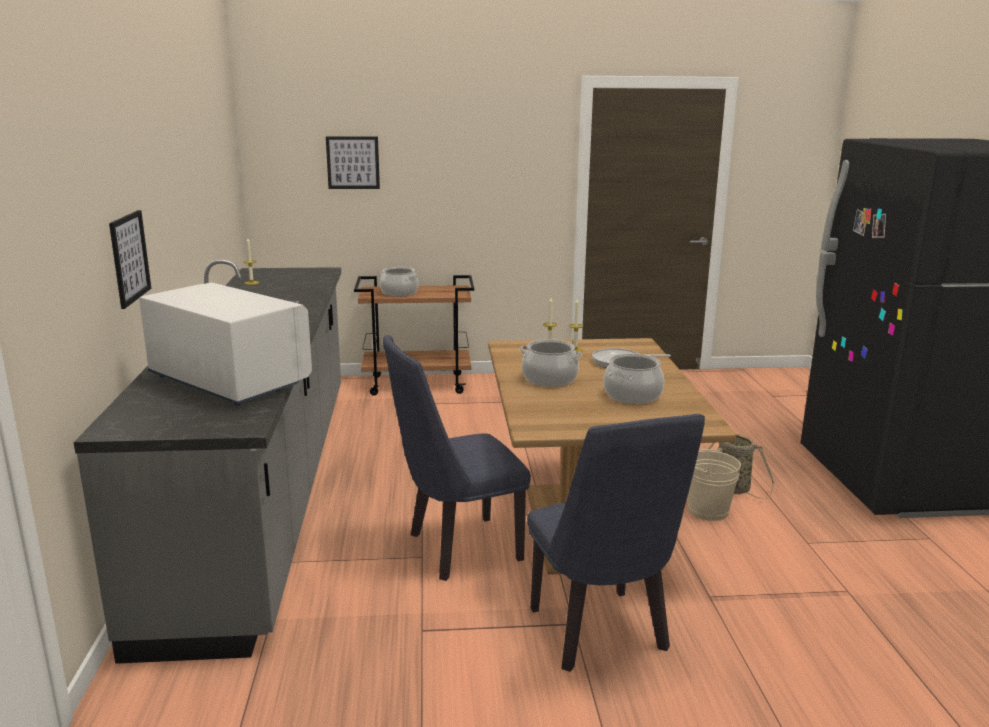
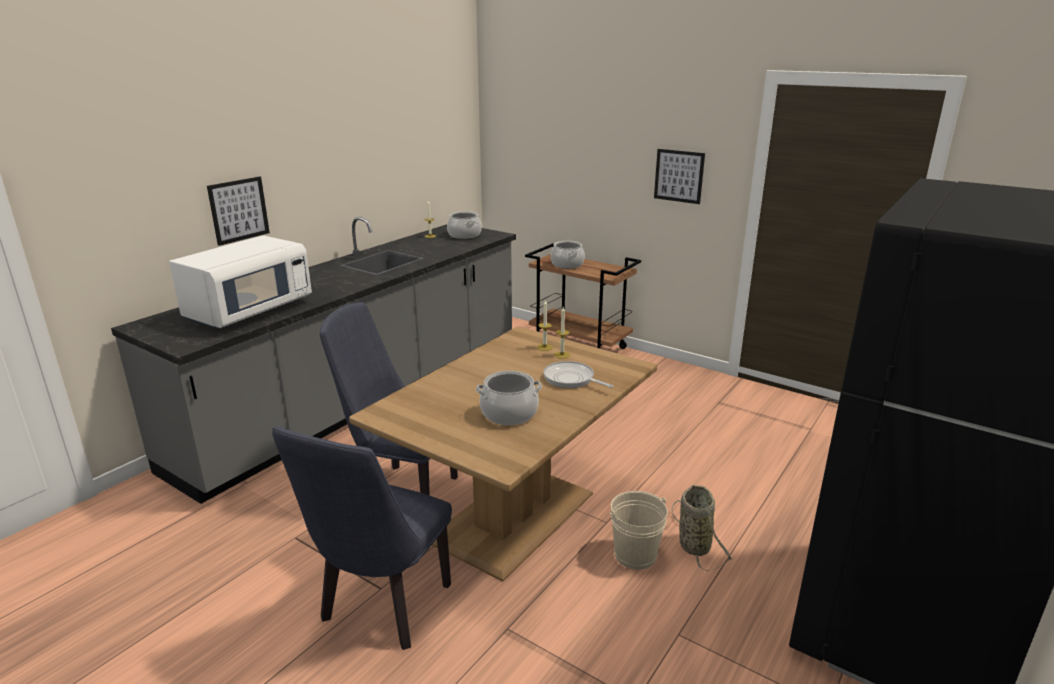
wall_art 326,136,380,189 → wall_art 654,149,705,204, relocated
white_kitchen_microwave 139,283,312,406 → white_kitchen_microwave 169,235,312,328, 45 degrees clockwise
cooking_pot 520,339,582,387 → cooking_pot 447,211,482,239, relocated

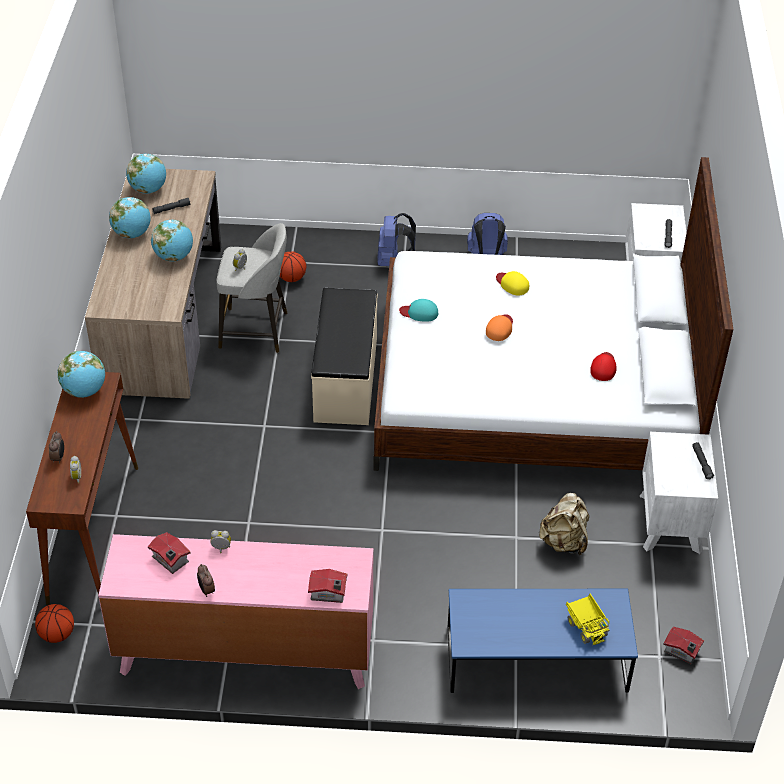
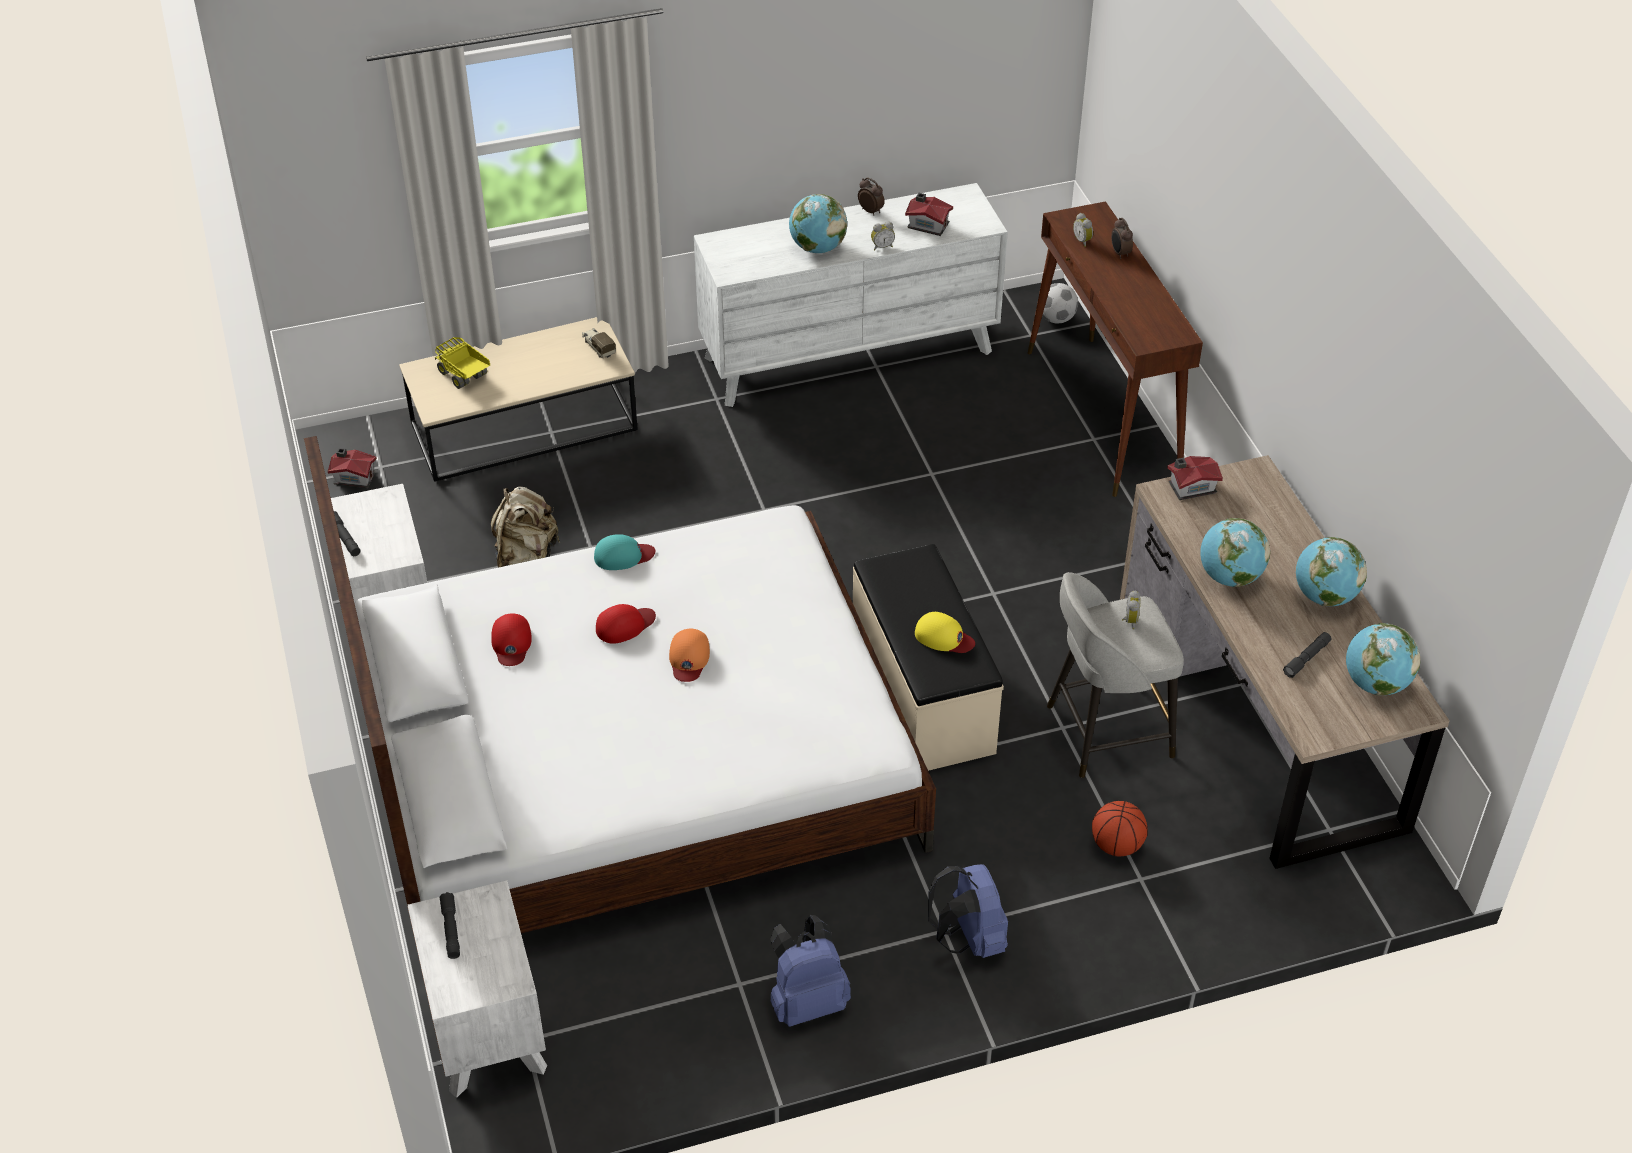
yellowish_baseball_cap 496,271,529,296 → yellowish_baseball_cap 915,612,975,653, relocated
turquoise-coloured_baseball_cap 399,299,438,322 → turquoise-coloured_baseball_cap 594,534,655,570, relocated
world_globe 58,351,105,398 → world_globe 789,194,847,253, relocated
pink_drawer_chest 98,534,373,689 → white_drawer_chest 694,183,1008,407
toy_house 308,569,347,603 → toy_house 1167,456,1223,500, relocated
bluish_coffee_table 448,589,638,693 → beige-coloured_coffee_table 399,317,638,482
ball_for_basketball 35,604,74,643 → football_ball 1042,283,1078,323
- → model_truck 582,328,616,358
- → red-coloured_baseball_cap 596,604,656,644

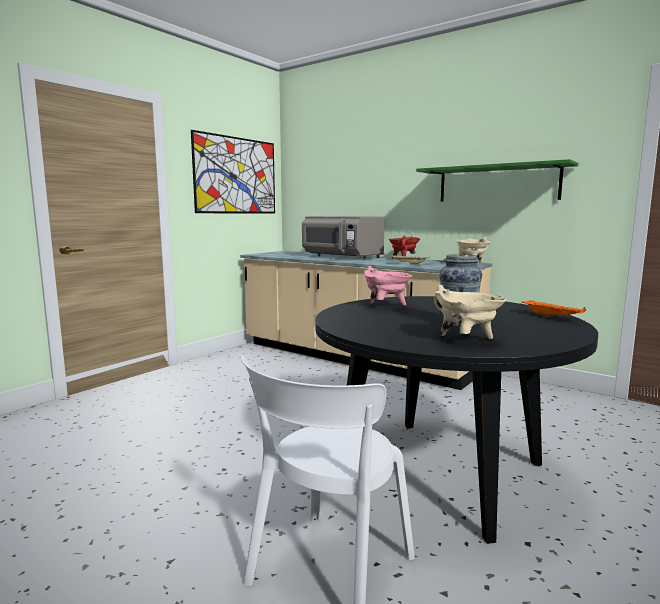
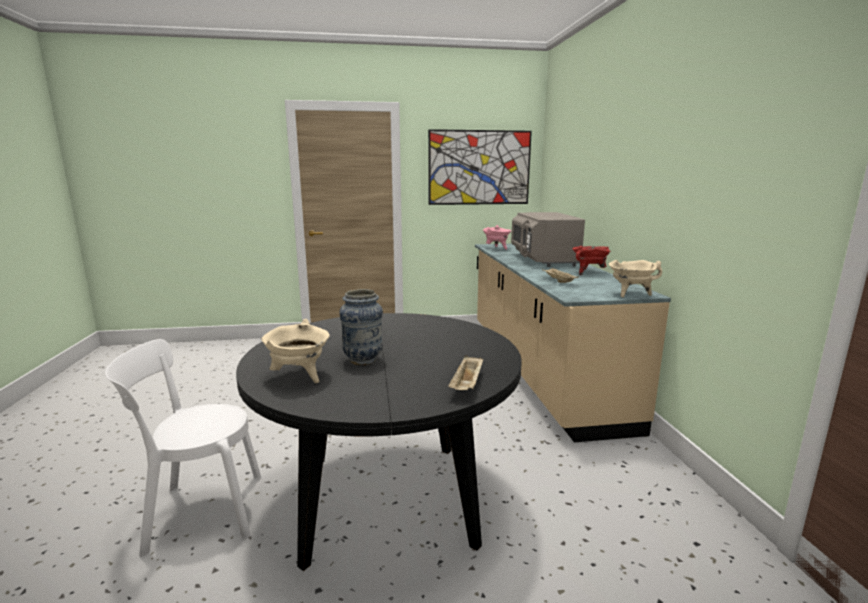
green_shelf 416,159,578,202 → -
pink_cooking_pot 363,266,412,306 → pink_cooking_pot 483,225,511,250, relocated
orange-coloured_tray 522,300,586,317 → beige-coloured_tray 448,355,483,390

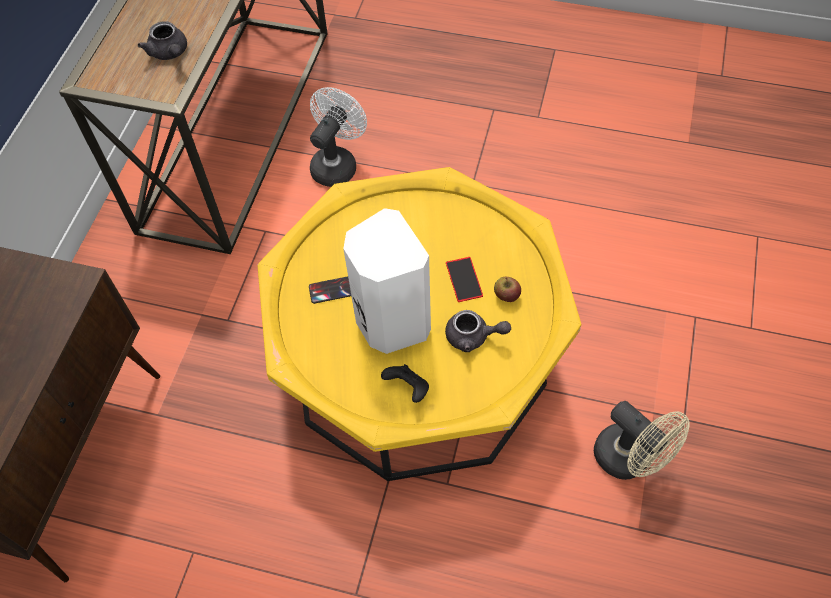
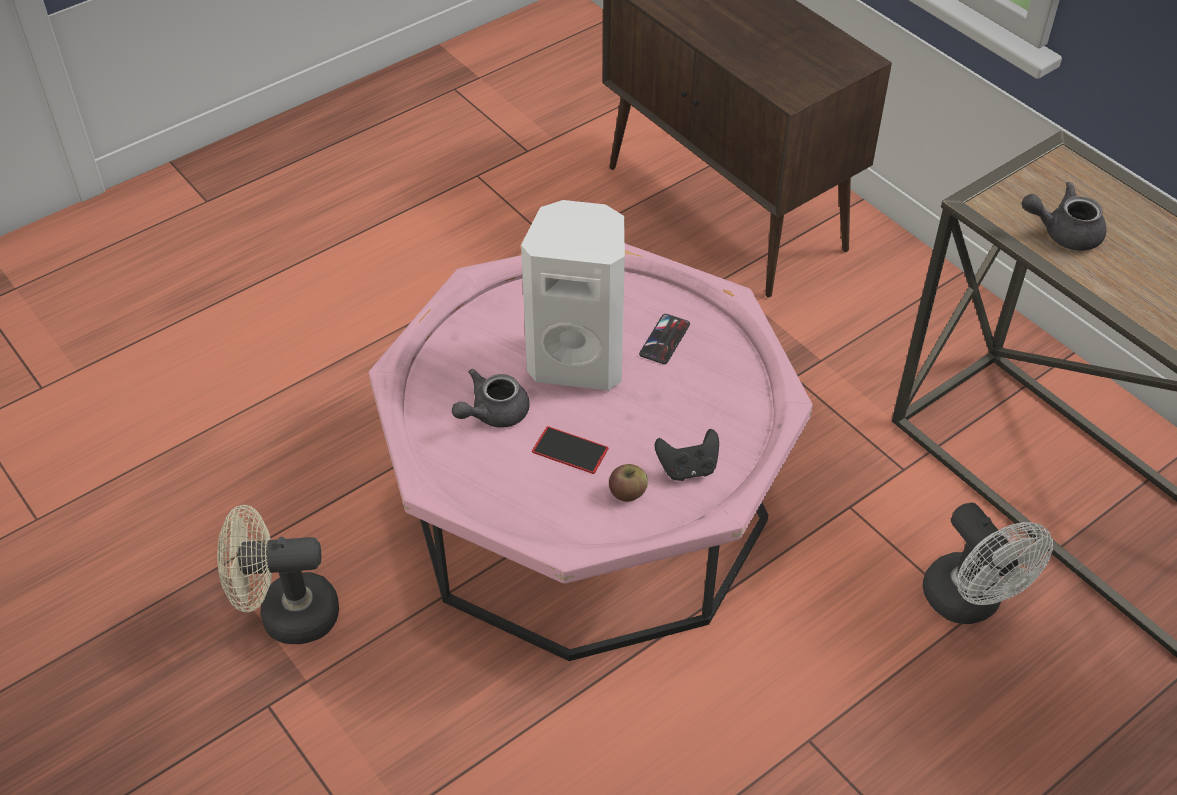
yellowish_coffee_table 258,167,581,481 → pink_coffee_table 369,243,813,661
whole_apple 494,277,521,302 → whole_apple 609,464,648,502, relocated
blackish_joypad 381,364,429,403 → blackish_joypad 655,429,719,481, relocated

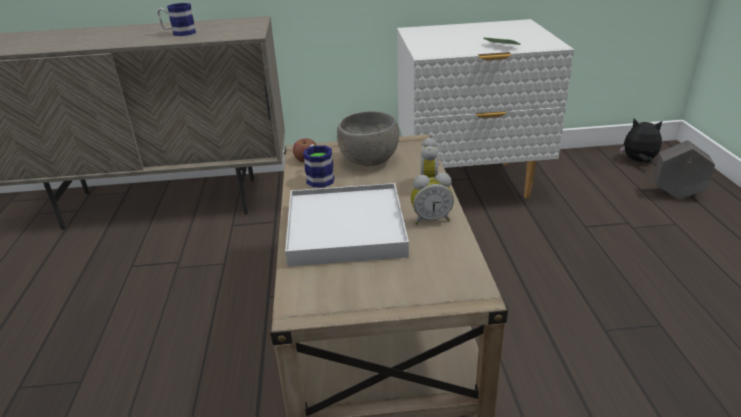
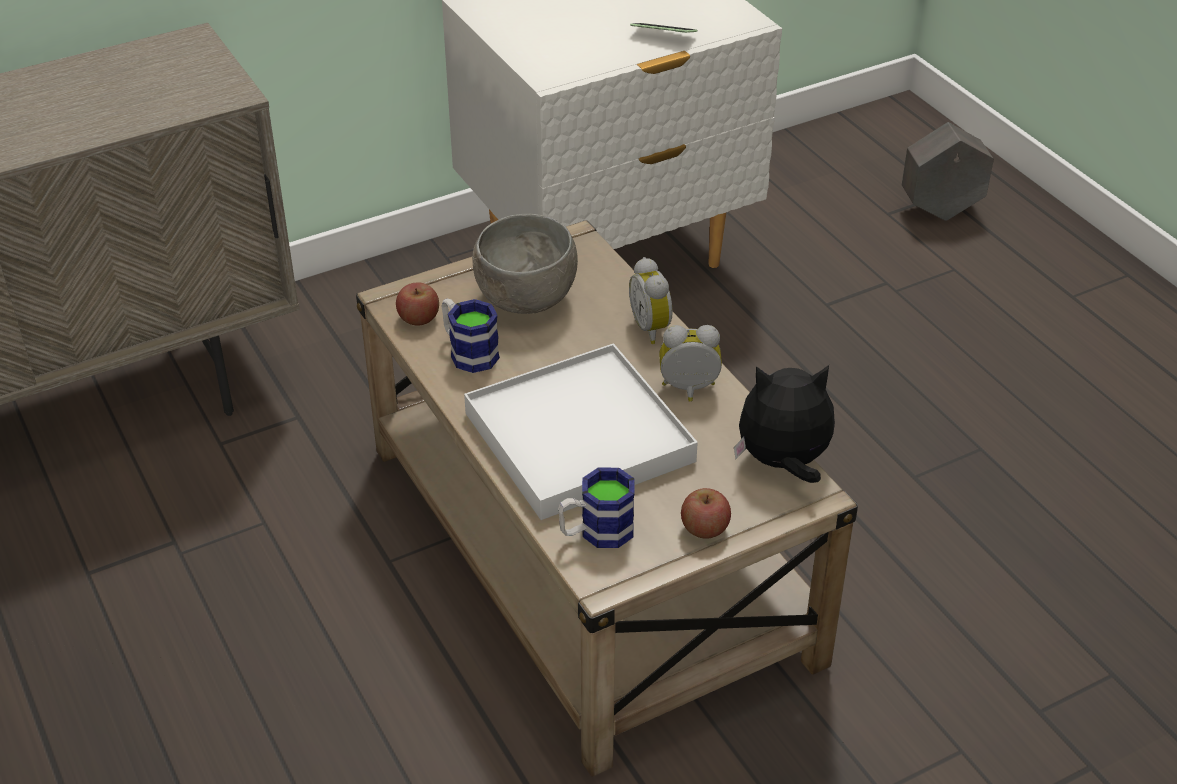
coffee_mug 157,3,196,36 → coffee_mug 558,468,635,548, relocated
plush_toy 620,119,662,163 → plush_toy 734,365,835,483, relocated
alarm_clock 411,173,454,225 → alarm_clock 659,325,722,401, 150 degrees counterclockwise
- → whole_apple 681,488,731,539

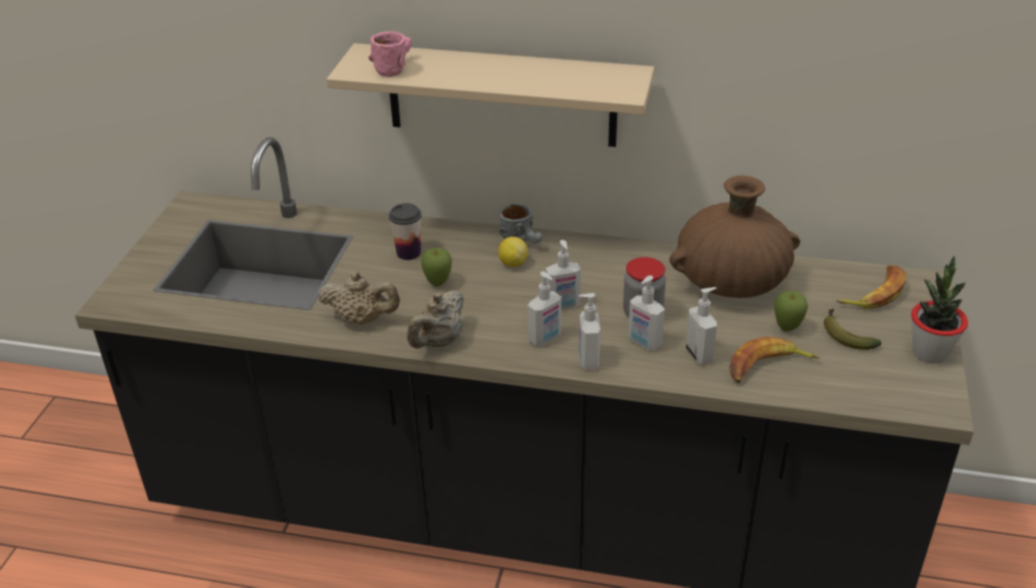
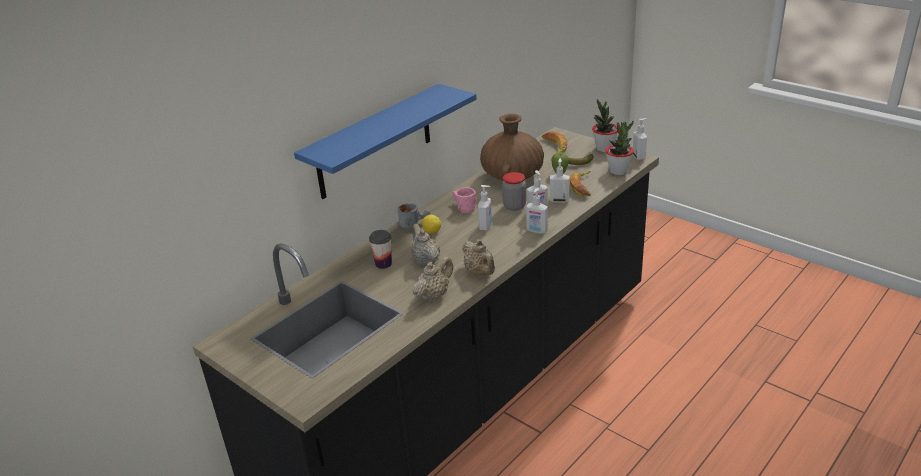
pink_coffee_mug 368,31,412,77 → pink_coffee_mug 453,187,477,213, relocated
beige-coloured_shelf 327,43,654,147 → bluish_shelf 294,84,476,199
whole_apple 421,248,452,286 → beige-coloured_pot_for_tea 411,224,440,265
liquid_soap_bottle 528,272,561,346 → liquid_soap_bottle 633,118,647,160, relocated
- → potted_plant 605,121,634,175

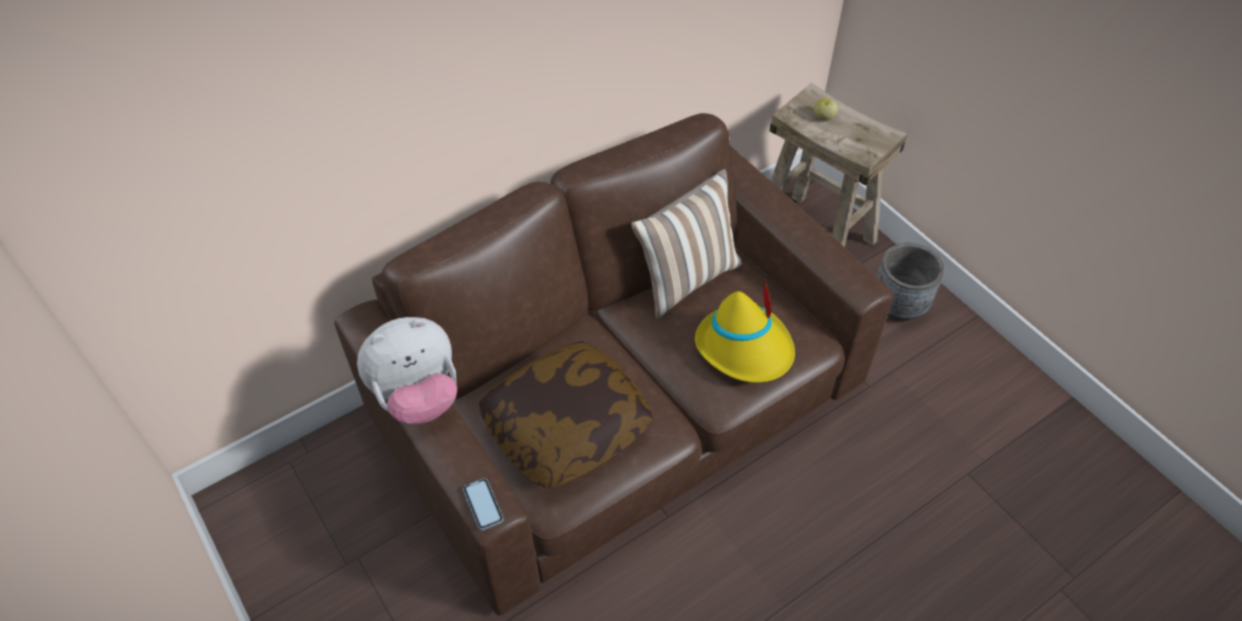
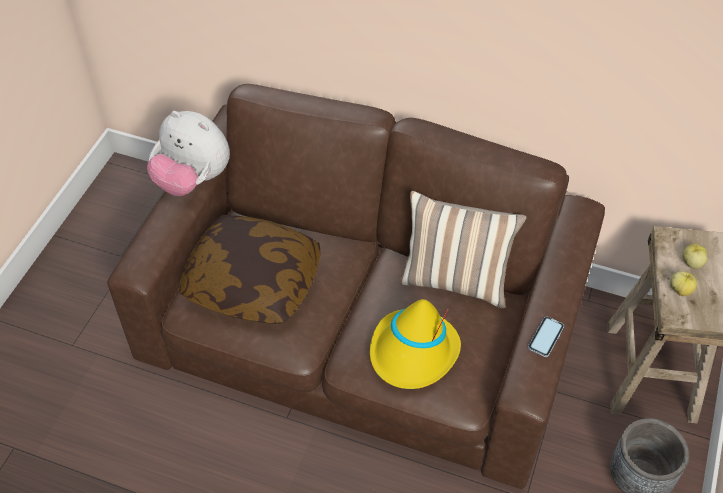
handset 463,478,504,530 → handset 528,316,564,357, relocated
- → whole_apple 670,271,697,296

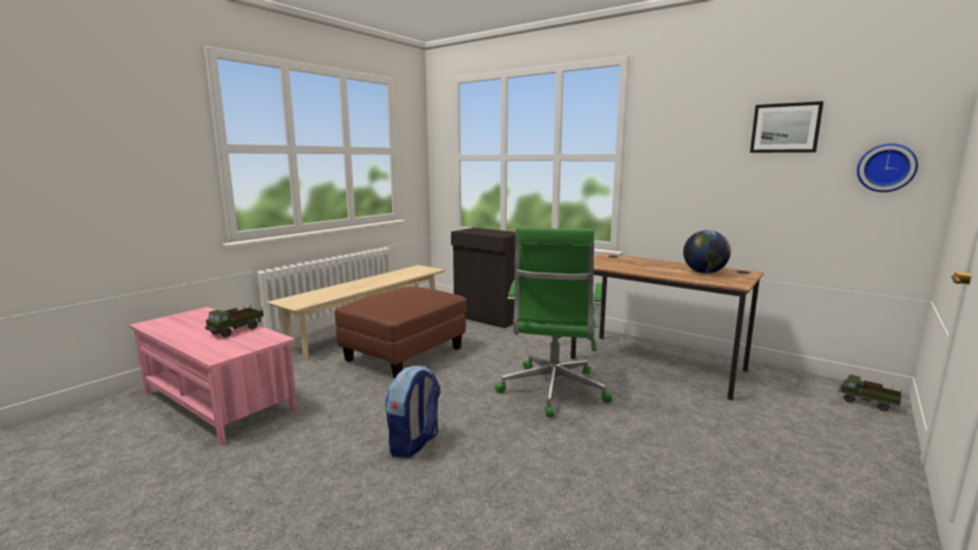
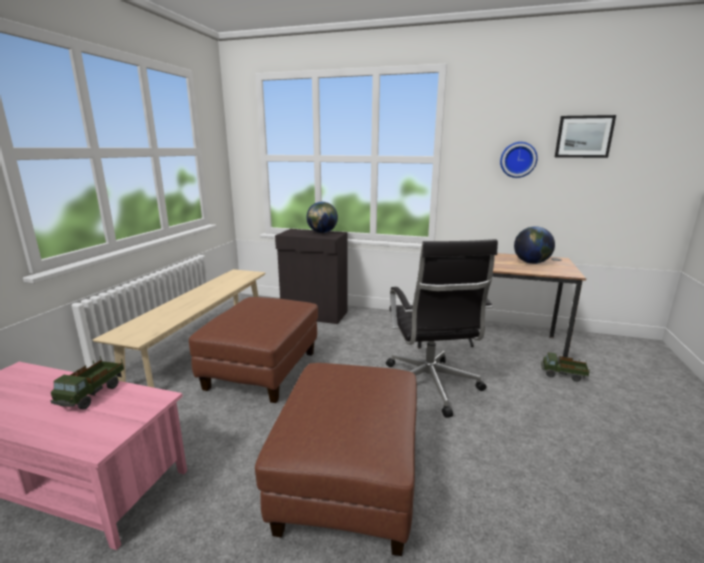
clock_on_the_wall 857,143,918,192 → clock_on_the_wall 500,142,538,178, relocated
green_office_chair 495,227,612,417 → blackish_office_chair 386,239,498,418
knapsack 385,365,441,458 → brownish_pouffe 255,363,417,556
model_truck 839,374,902,411 → model_truck 541,352,590,382, relocated
- → world_globe 306,202,338,233

